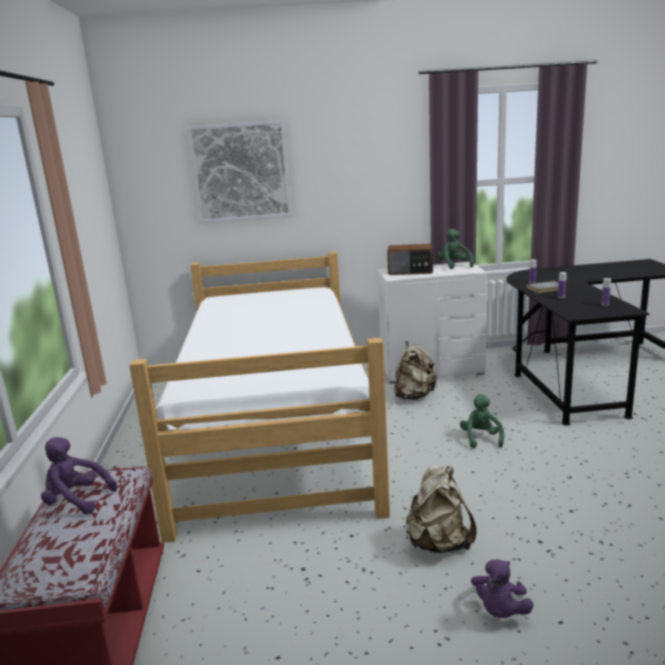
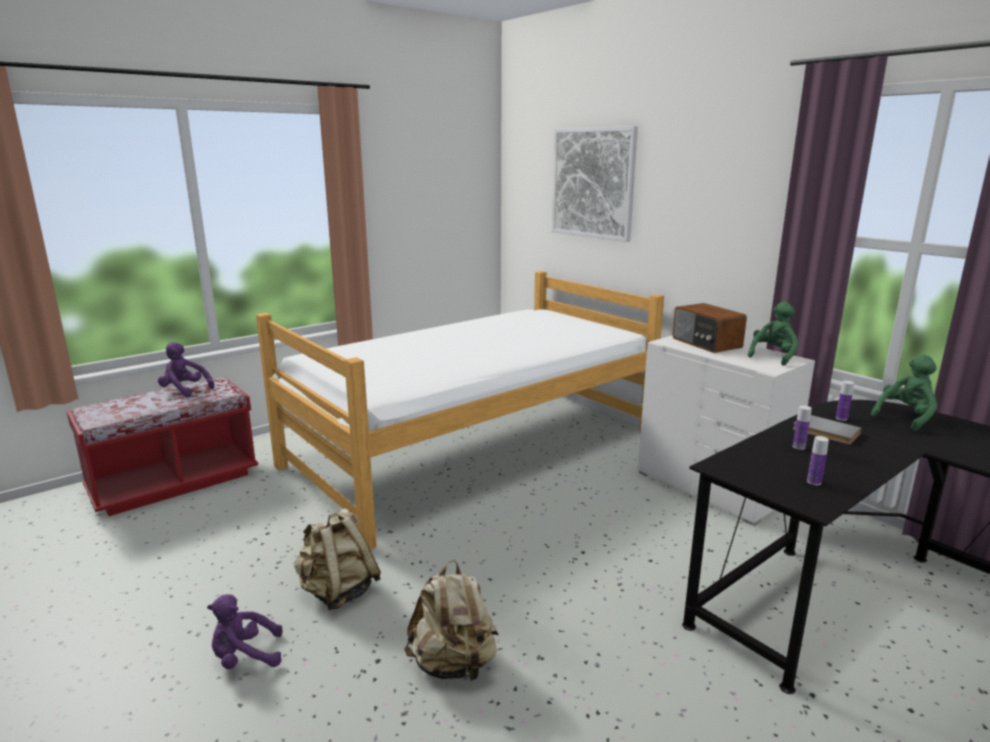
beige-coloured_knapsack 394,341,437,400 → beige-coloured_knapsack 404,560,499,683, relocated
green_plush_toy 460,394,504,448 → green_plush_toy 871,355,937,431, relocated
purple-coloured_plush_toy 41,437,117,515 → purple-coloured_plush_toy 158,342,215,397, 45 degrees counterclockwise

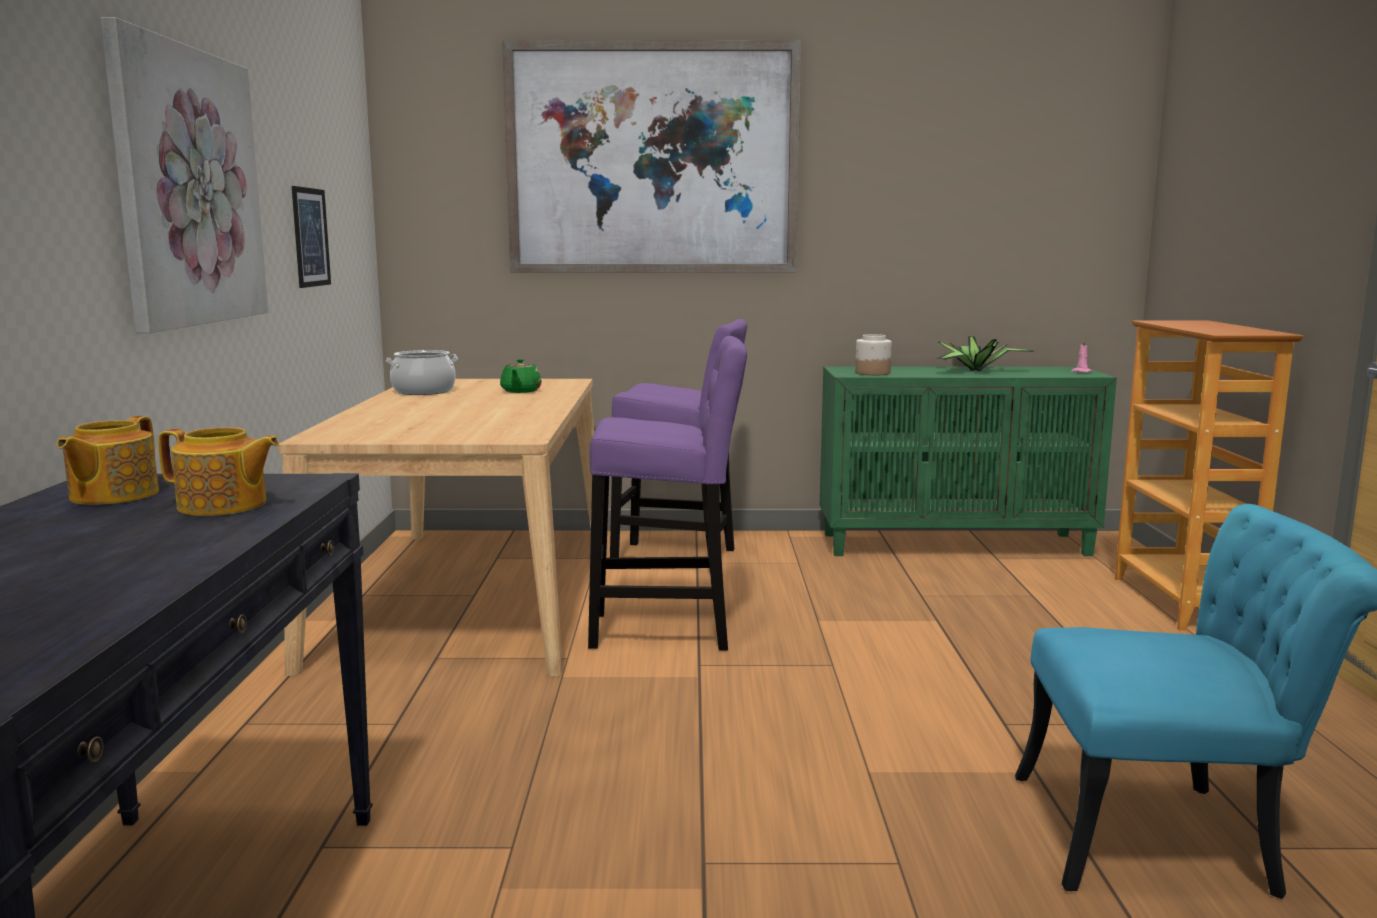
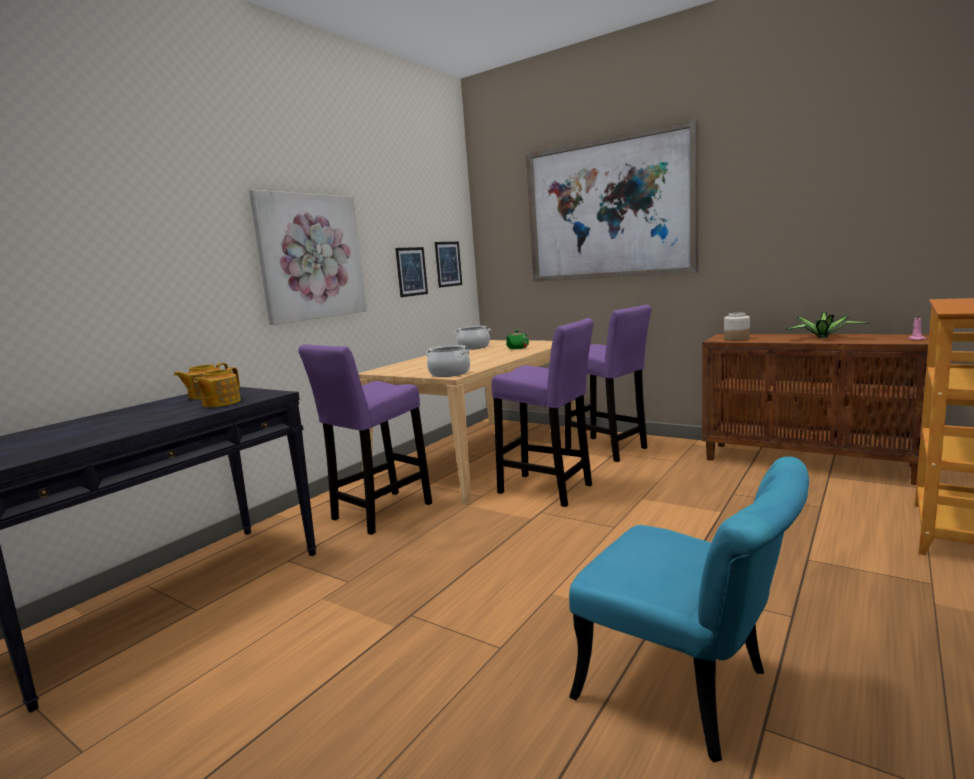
green_storage_cabinet 820,366,1117,556 → brownish_storage_cabinet 702,334,929,485
pot_for_tea 158,427,280,516 → pot_for_tea 194,367,241,407, 60 degrees clockwise
- → wall_art 435,242,462,288
- → purple-coloured_sitting_stool 298,344,432,535
- → cooking_pot 426,345,470,377

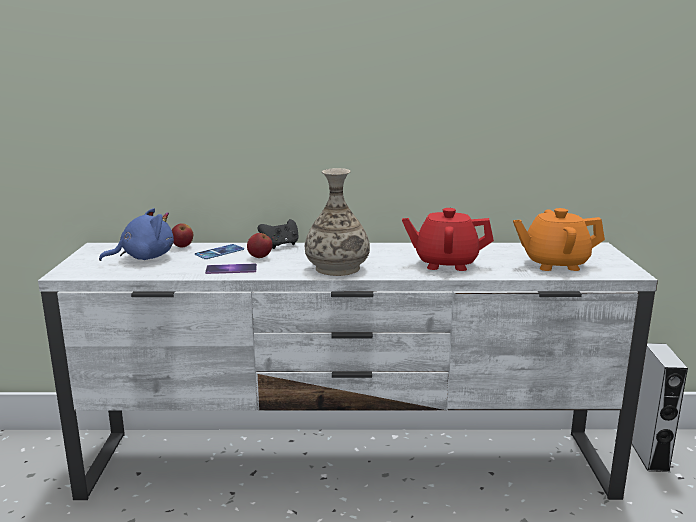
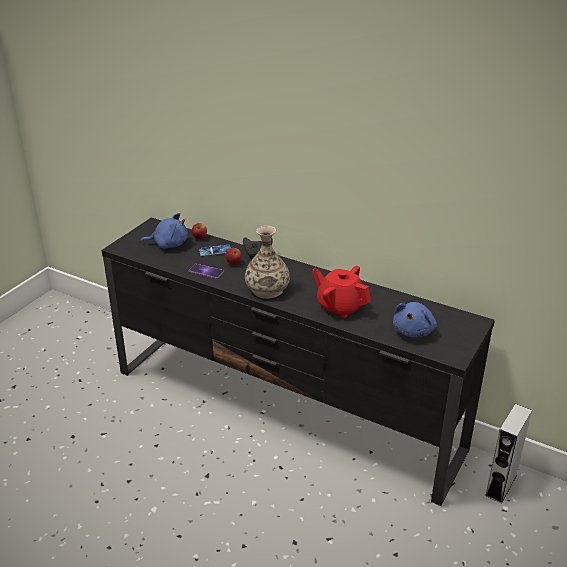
orange-coloured_pot_for_tea 513,208,605,271 → bluish_plush_toy 393,302,437,337
white_tv_unit 38,243,658,500 → blackish_tv_unit 102,217,495,506

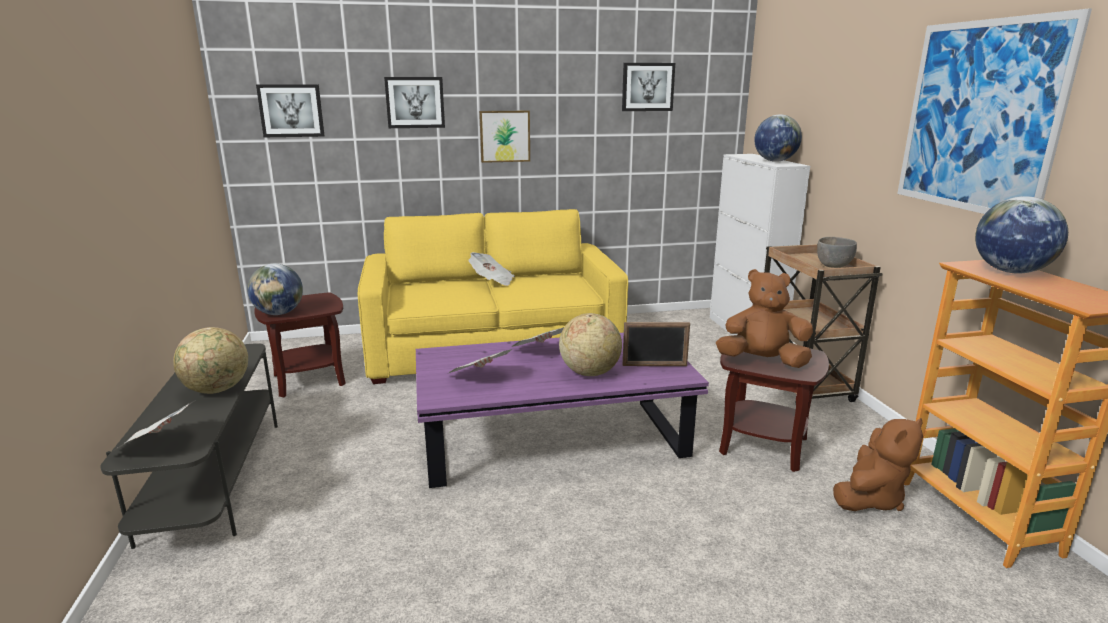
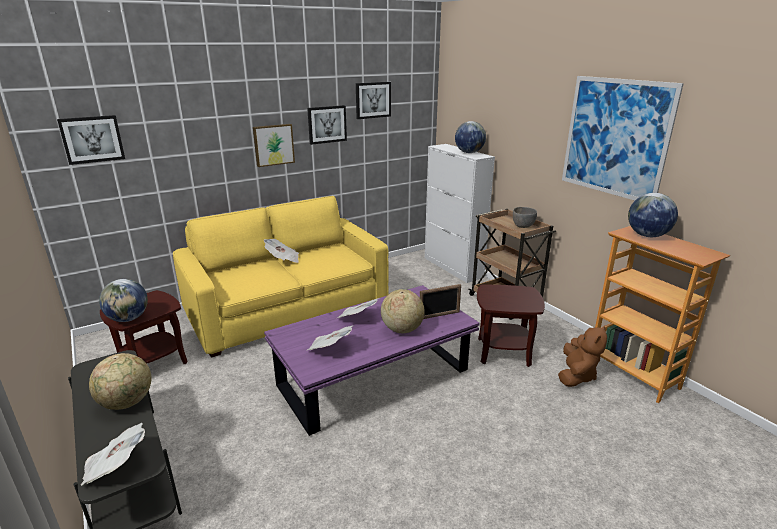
wall_art 384,77,445,128 → wall_art 307,105,347,145, relocated
brownish_plush_toy 716,269,813,368 → -

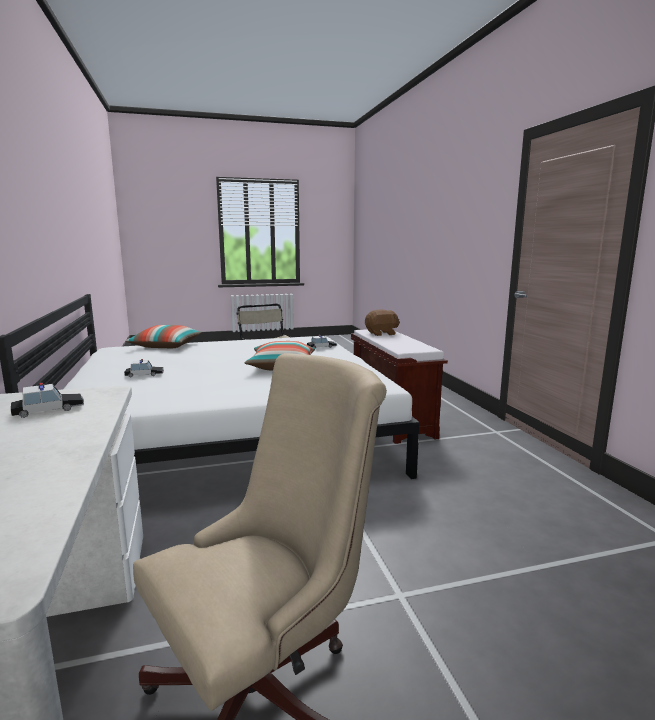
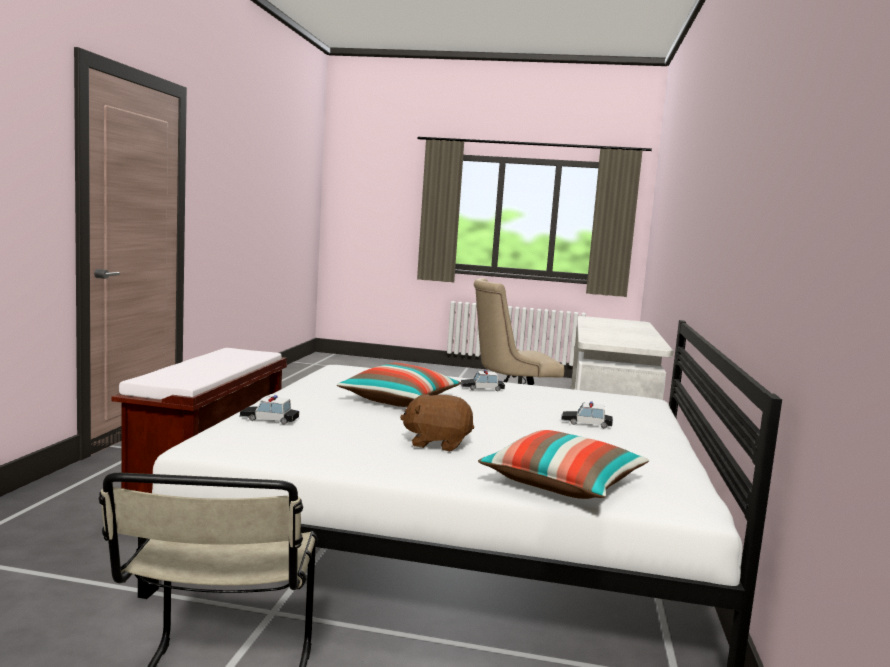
brownish_plush_toy 365,309,400,336 → brownish_plush_toy 400,394,474,451, relocated
toy_car 11,383,84,418 → toy_car 461,370,505,391, relocated

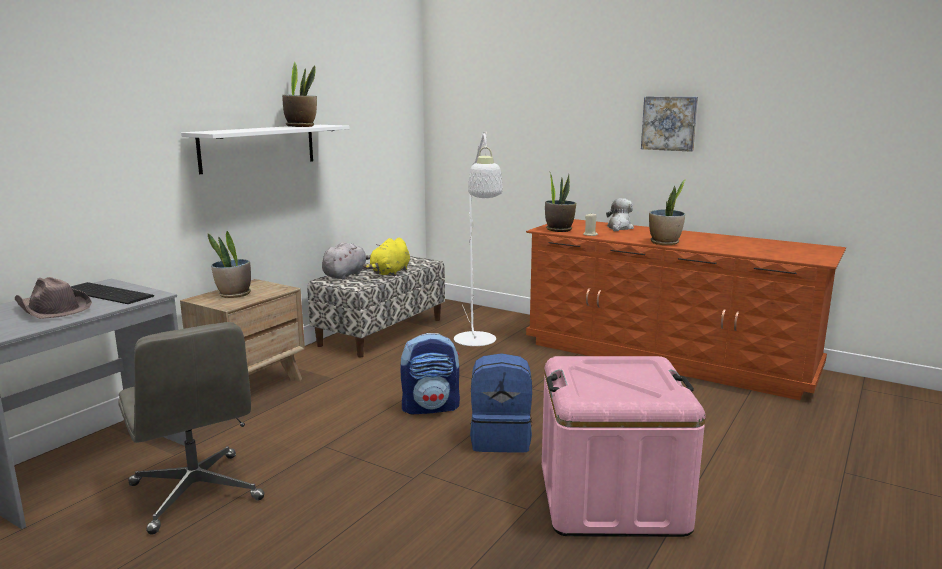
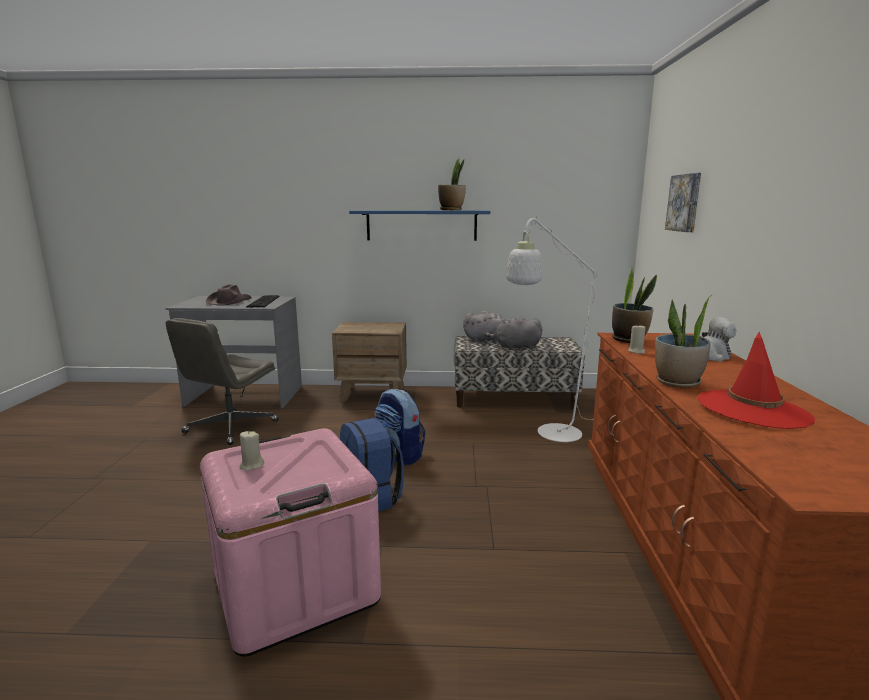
wall_art 641,96,698,152 → wall_art 665,173,701,232, relocated
white_shelf 181,125,350,174 → bluish_shelf 349,210,490,241
potted_plant 208,231,251,298 → -
yellowish_plush_toy 363,238,410,277 → grey_plush_toy 485,316,542,350
- → red-coloured_hat 698,332,815,429
- → beige-coloured_wax_light 240,431,264,472

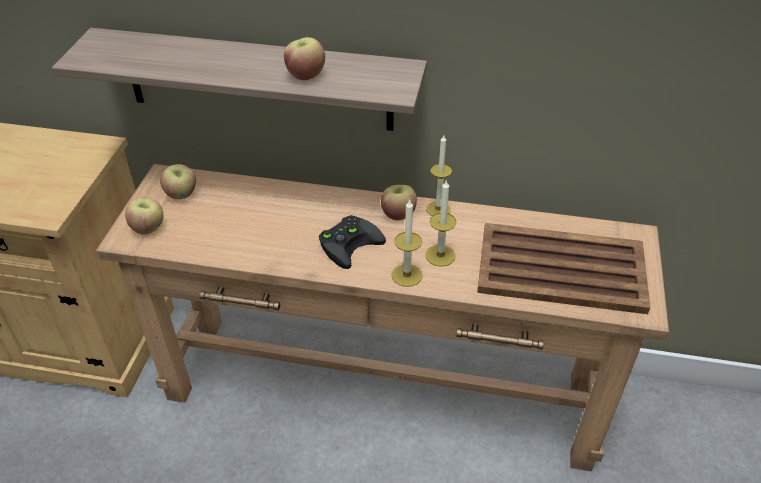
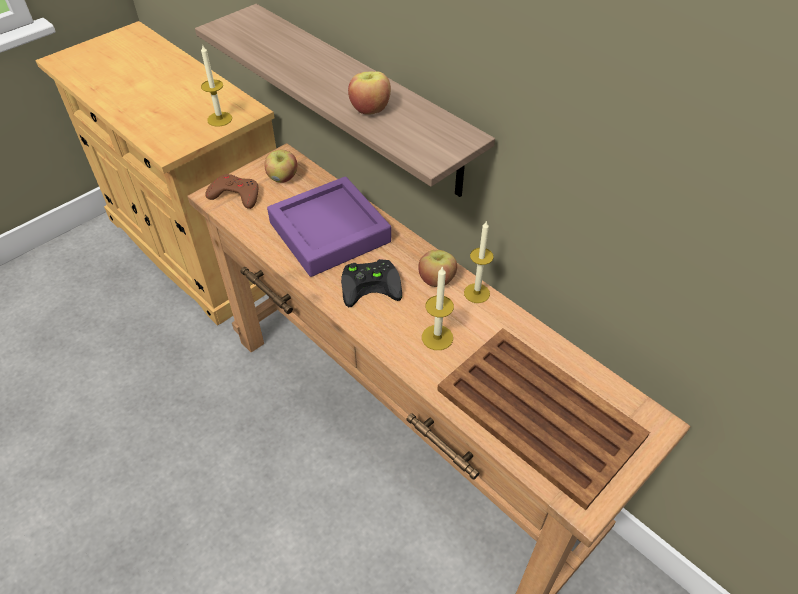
whole_apple 125,197,163,234 → brownish_joypad 205,174,258,209
wax_light 392,199,422,287 → wax_light 201,44,232,127, relocated
- → purple-coloured_tray 267,176,391,277

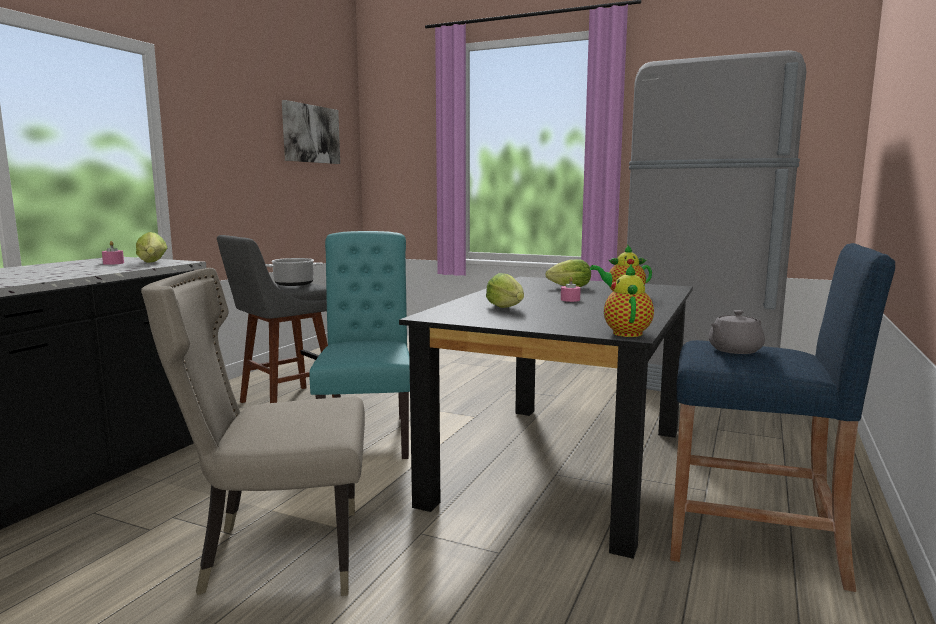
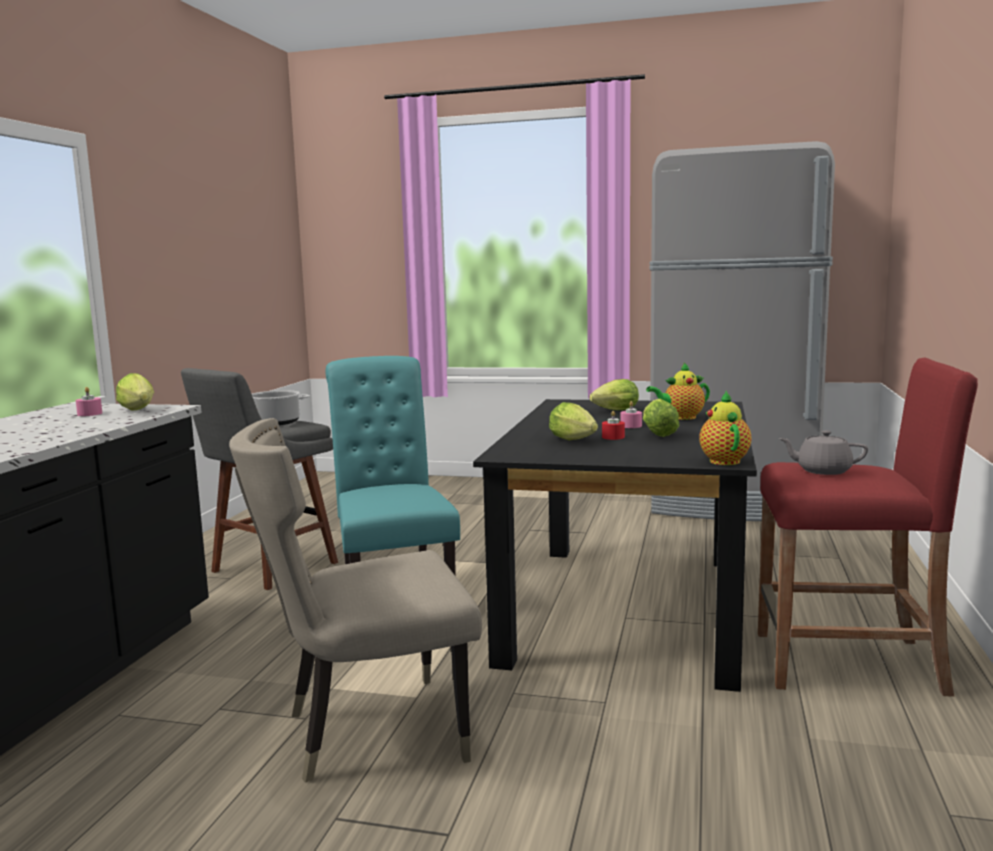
wall_art 282,100,340,164 → -
bluish_sitting_stool 670,243,895,592 → red-coloured_sitting_stool 758,357,978,697
grey_pot_for_tea 709,310,765,354 → grey_pot_for_tea 779,430,868,475, 60 degrees clockwise
- → lettuce_head 643,399,680,437
- → red-coloured_wax_light 602,411,625,440

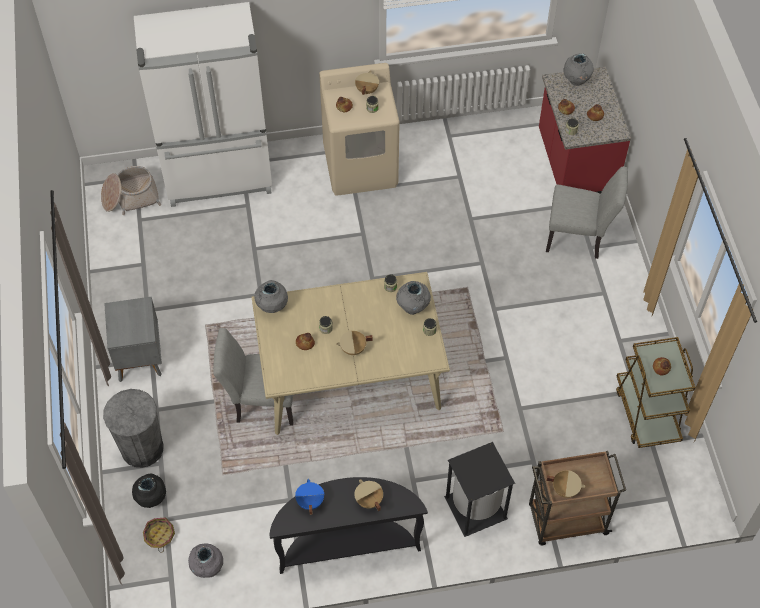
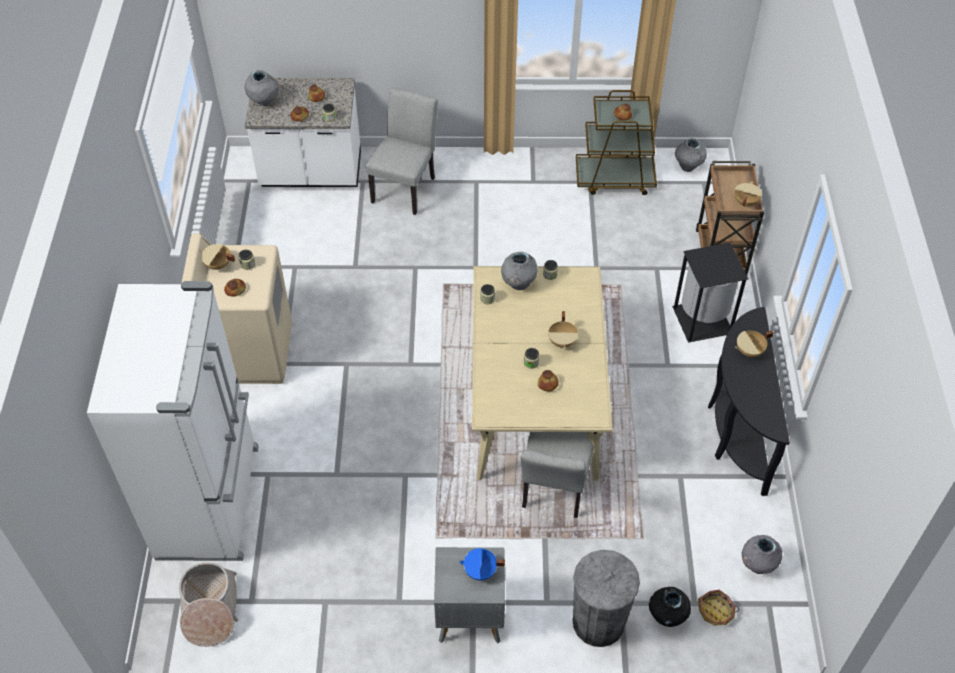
red-coloured_kitchen_counter 539,67,631,194 → white_kitchen_counter 245,78,361,187
grey_flower_vase 254,280,288,313 → grey_flower_vase 675,138,707,172, relocated
bluish_cooking_pot 295,479,324,515 → bluish_cooking_pot 459,548,505,581, relocated

